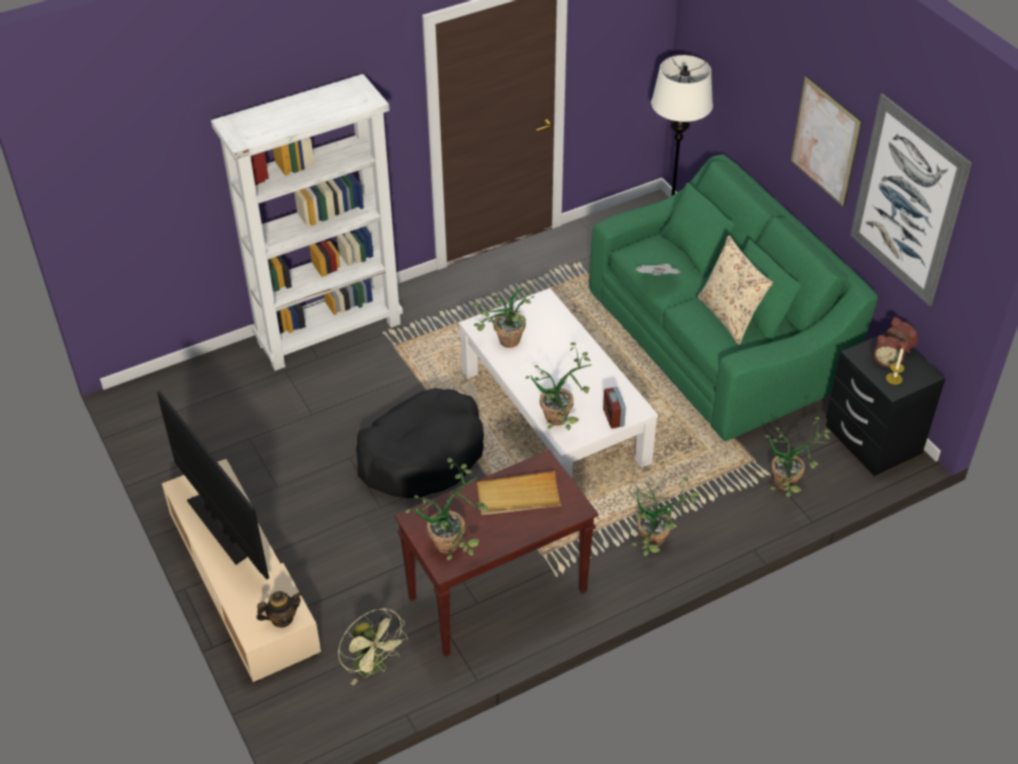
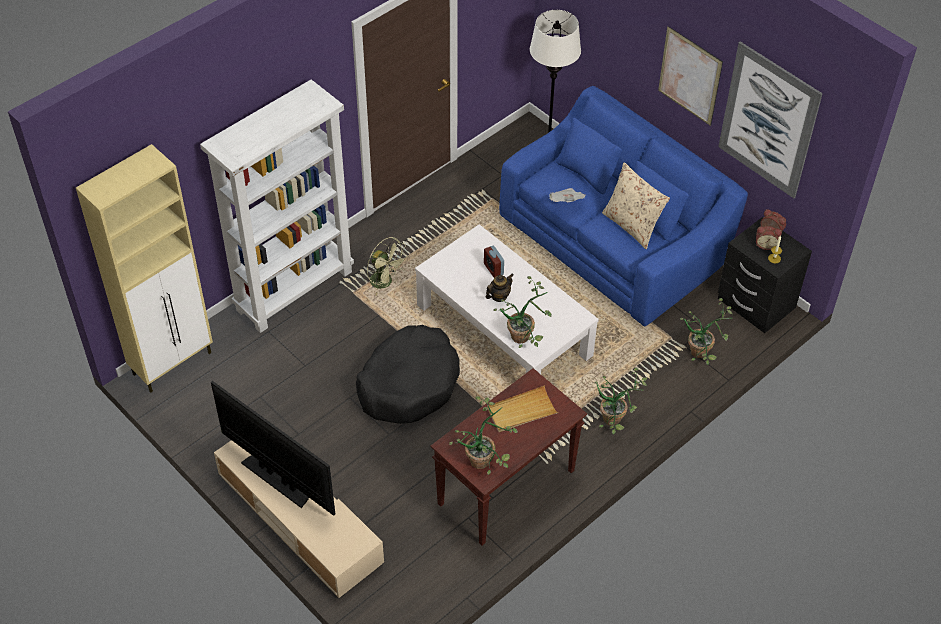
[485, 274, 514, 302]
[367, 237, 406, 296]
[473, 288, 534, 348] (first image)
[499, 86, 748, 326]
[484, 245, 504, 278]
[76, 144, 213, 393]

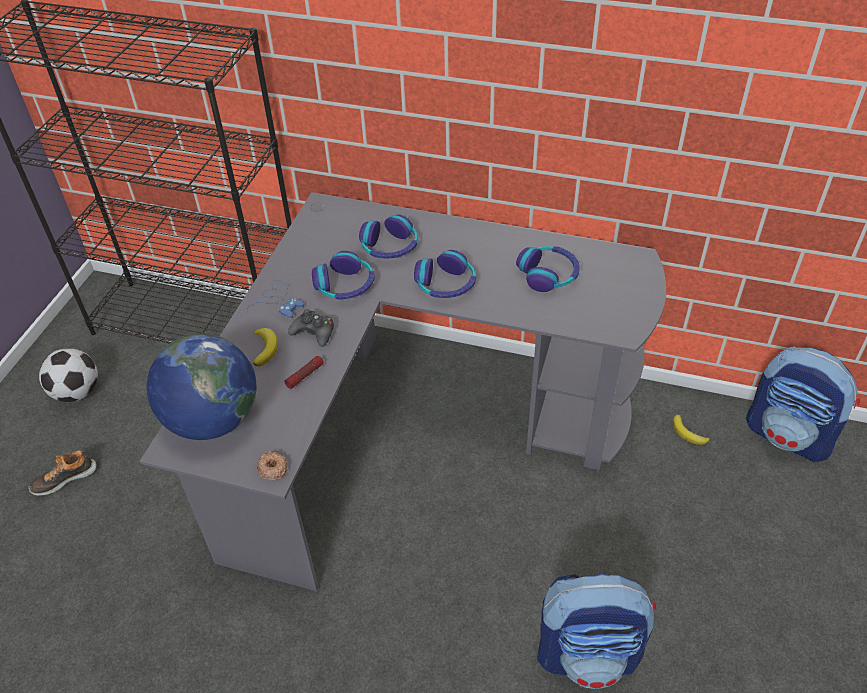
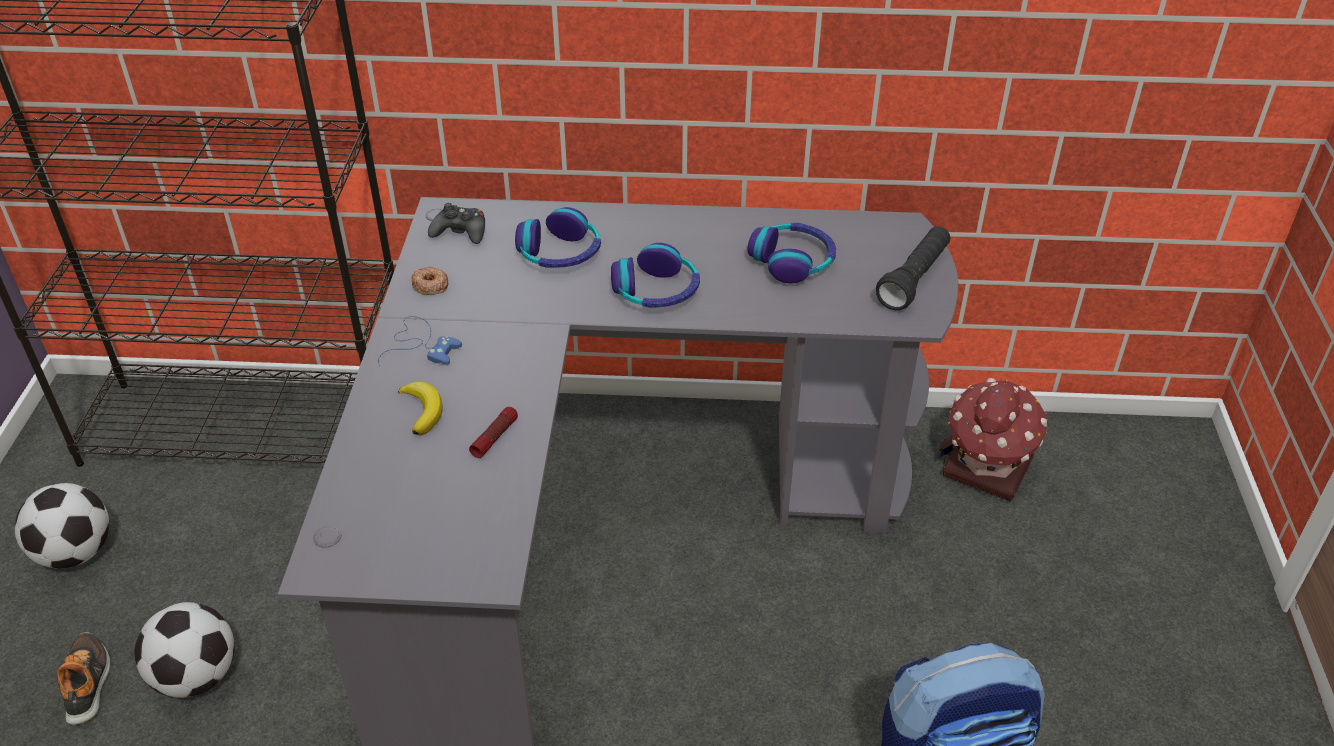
[57, 632, 110, 725]
[147, 334, 256, 440] (first image)
[412, 266, 449, 295]
[428, 203, 485, 244]
[312, 251, 375, 300] (first image)
[939, 378, 1047, 501]
[746, 346, 860, 462] (first image)
[134, 602, 234, 698]
[876, 226, 950, 310]

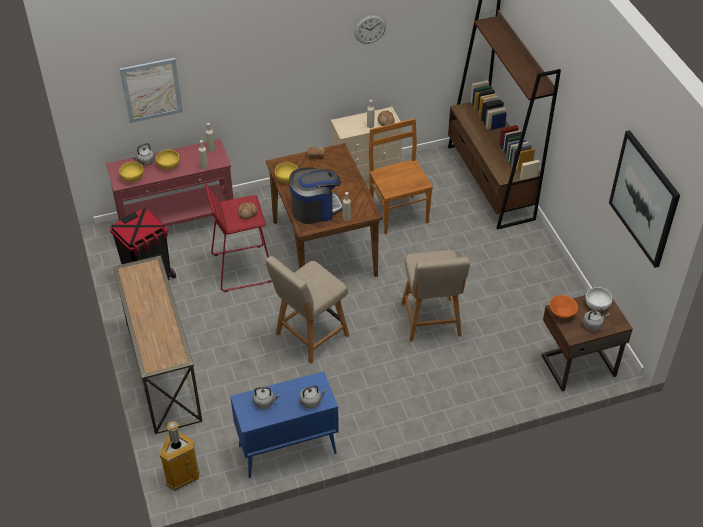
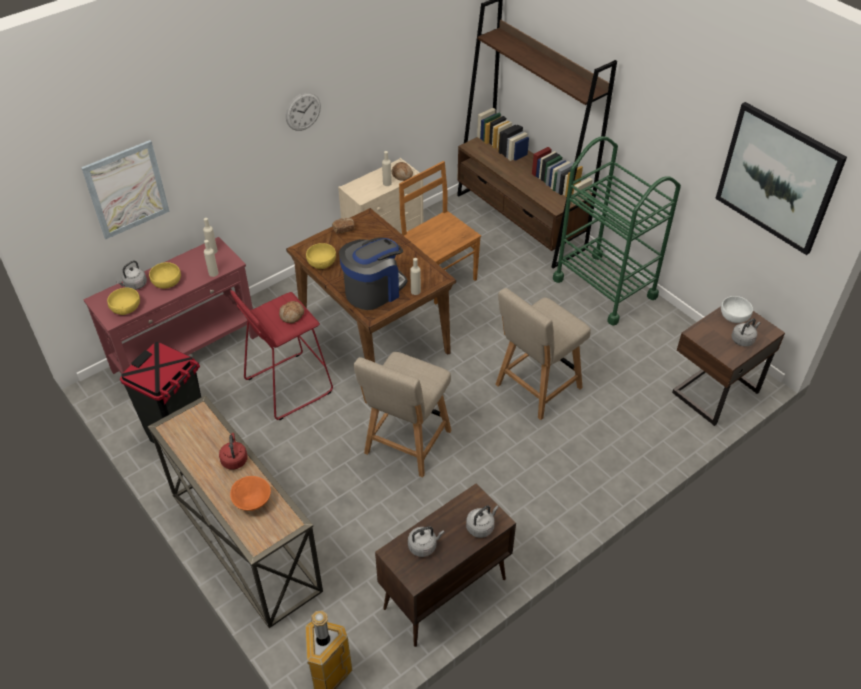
[375, 483, 516, 647]
[286, 92, 321, 131]
[495, 288, 591, 420]
[230, 476, 271, 511]
[219, 433, 248, 470]
[553, 136, 681, 326]

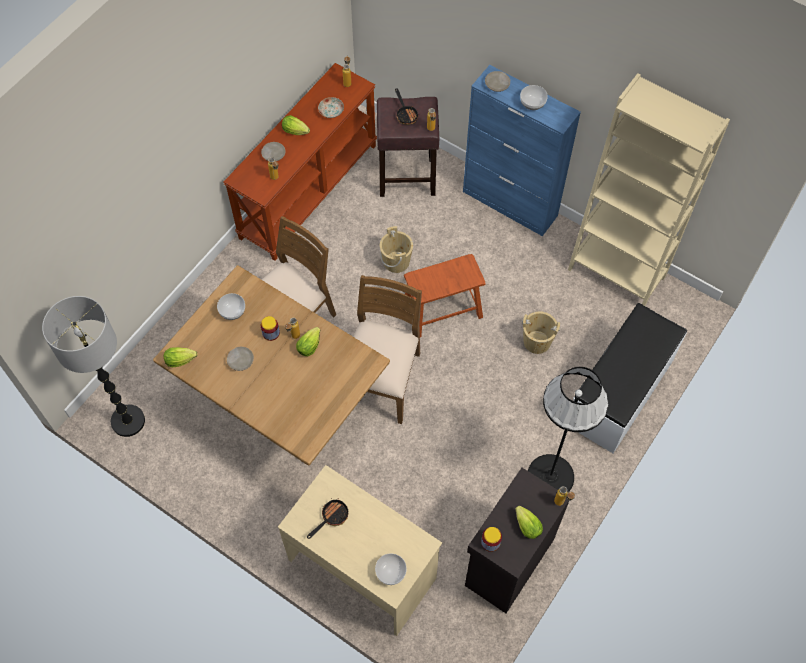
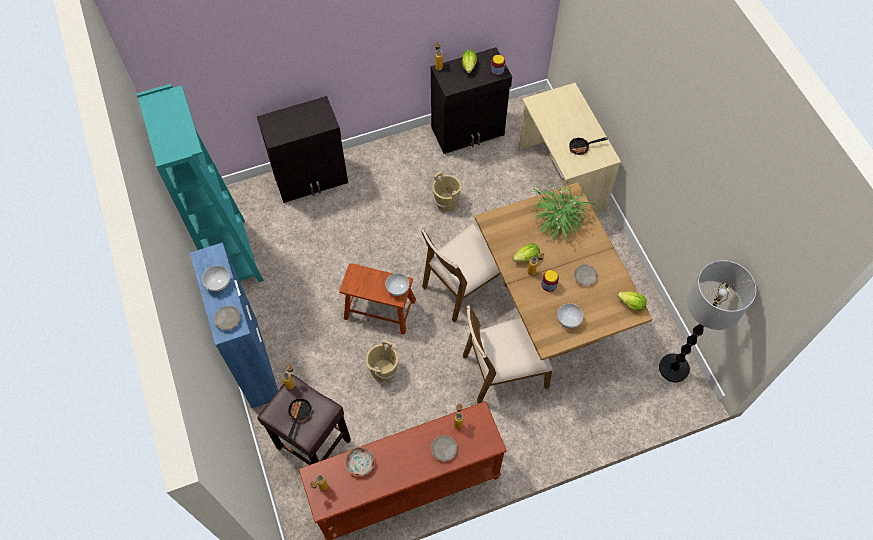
[282, 115, 310, 135] (first image)
[385, 273, 409, 296]
[432, 171, 462, 211]
[528, 367, 608, 493] (first image)
[136, 84, 264, 282]
[257, 96, 348, 203]
[533, 182, 599, 244]

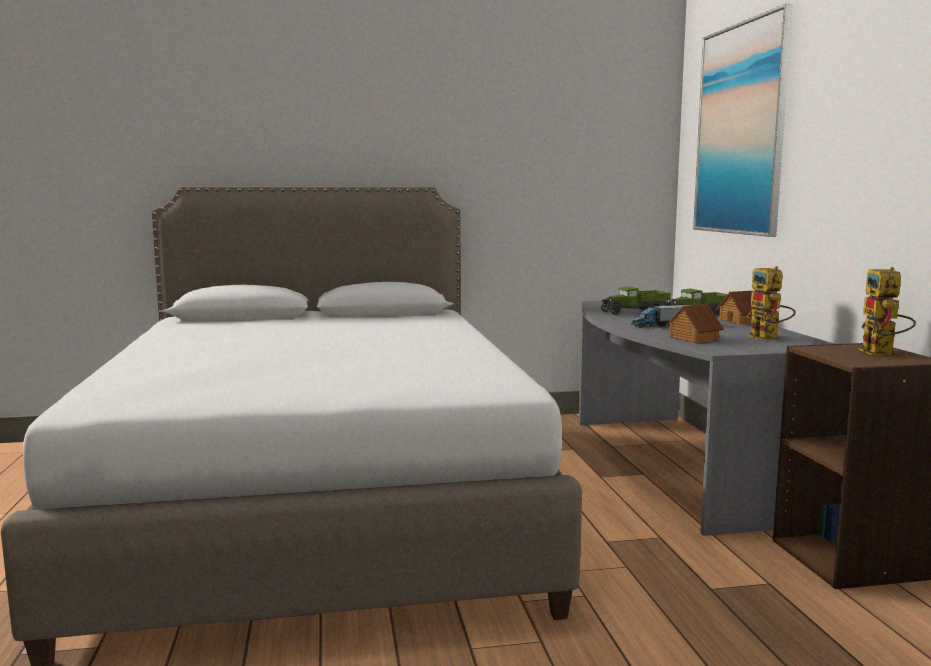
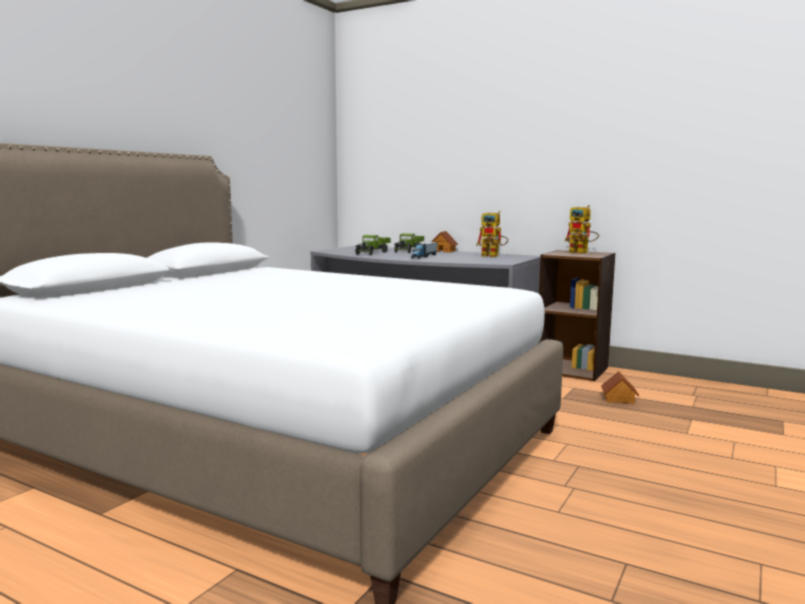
[601, 371, 639, 404]
[693, 4, 792, 237] (first image)

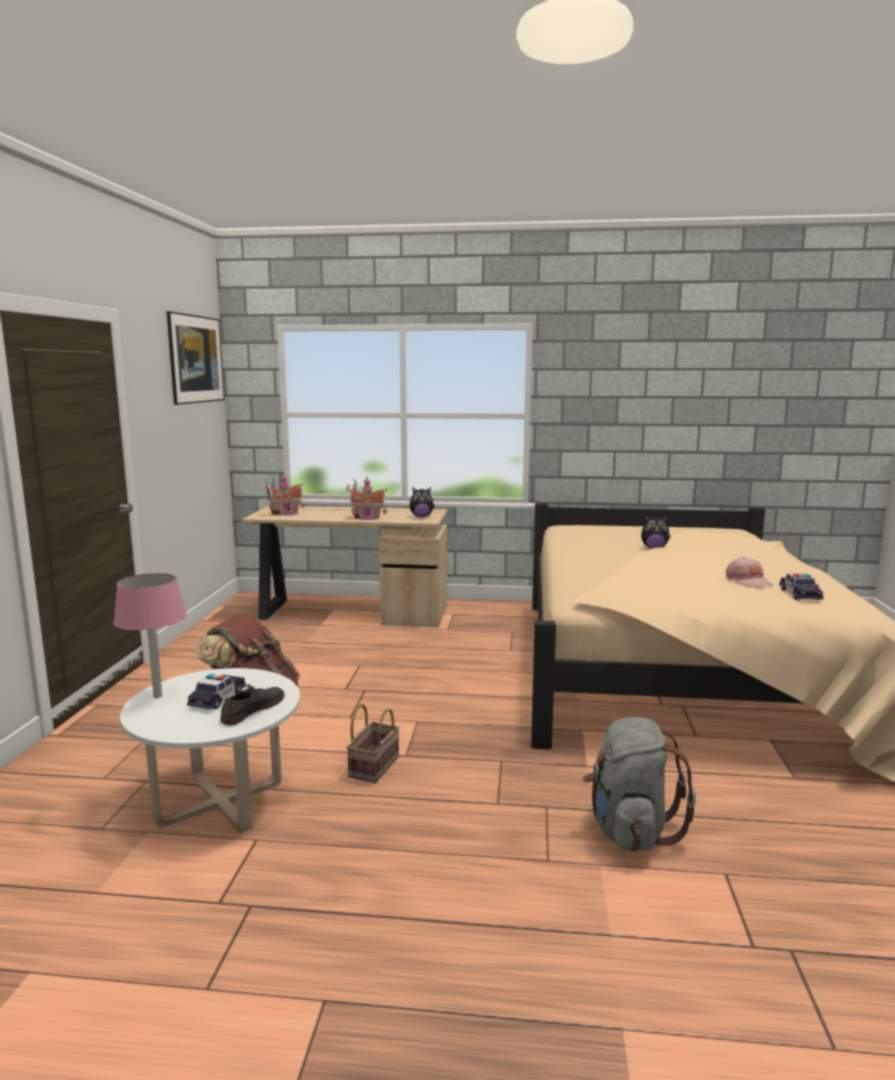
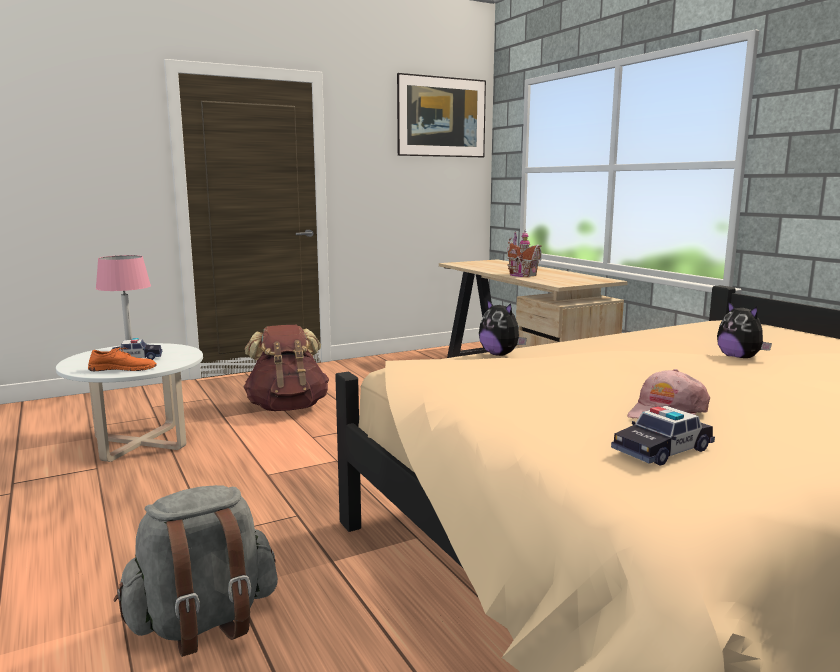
[88, 347, 157, 371]
[265, 473, 305, 516] (first image)
[346, 704, 400, 783] (first image)
[479, 299, 527, 356]

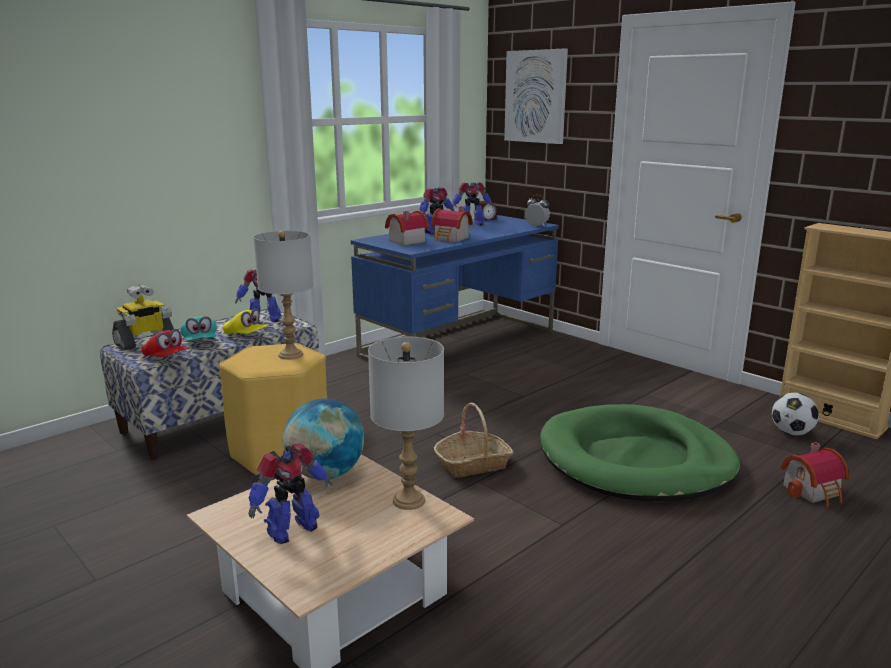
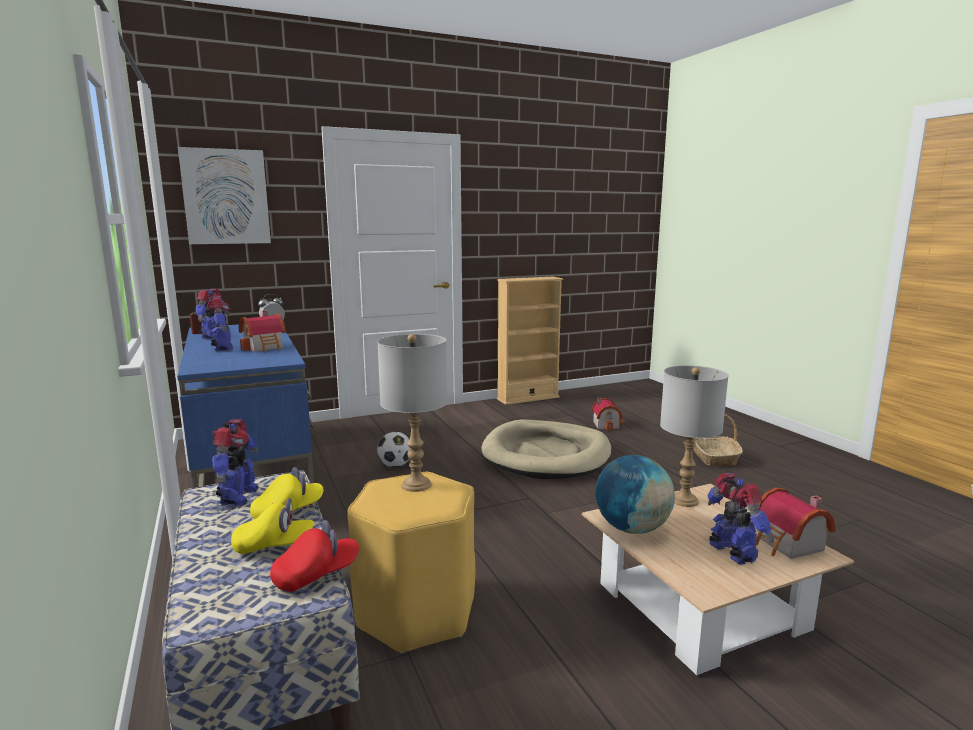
[112, 285, 174, 350] (first image)
[231, 498, 314, 554]
[756, 487, 836, 559]
[693, 414, 743, 466]
[482, 419, 611, 479]
[377, 432, 410, 467]

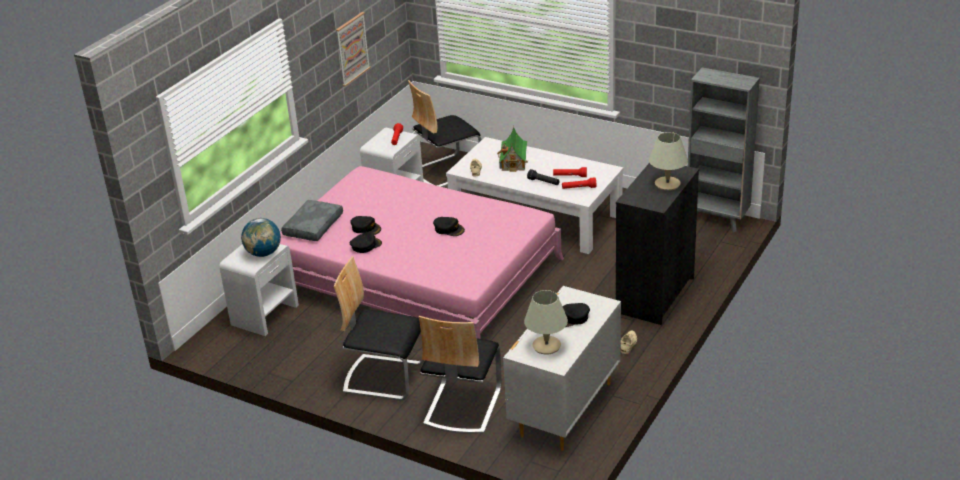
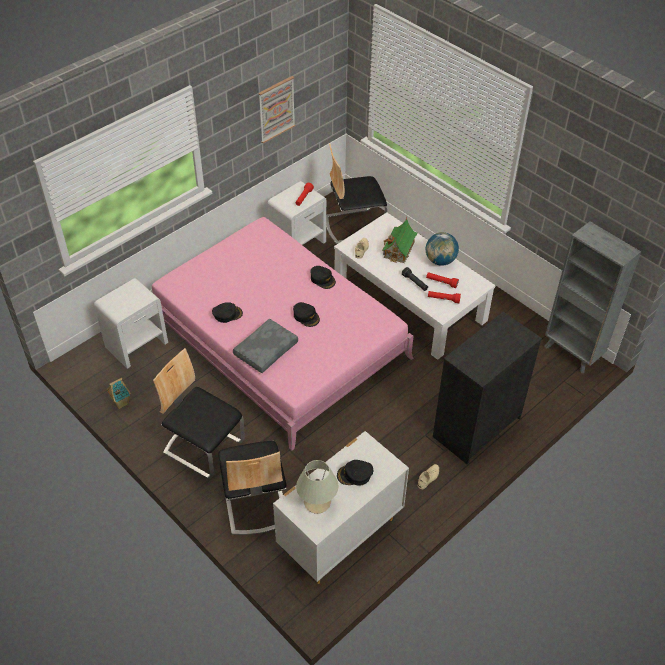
[426, 232, 459, 266]
[233, 319, 298, 373]
[310, 266, 336, 289]
[218, 441, 287, 535]
[649, 132, 688, 191] (first image)
[106, 378, 131, 409]

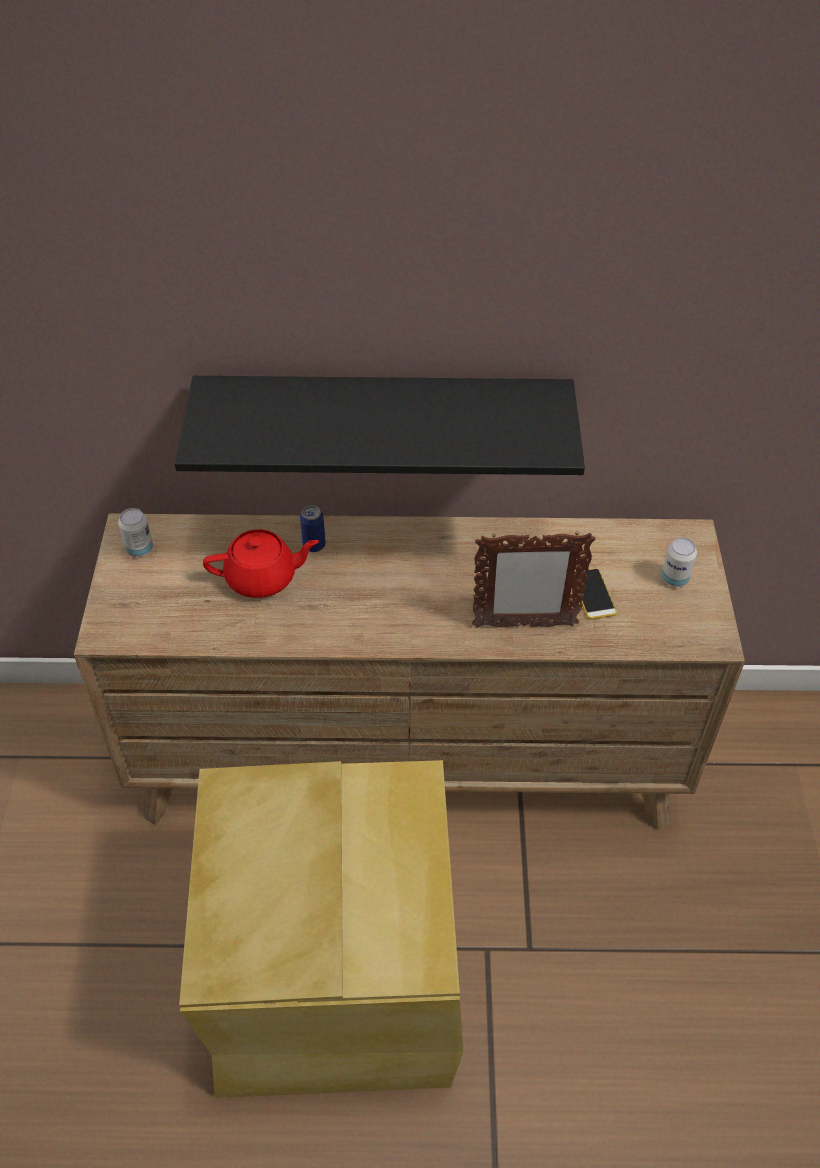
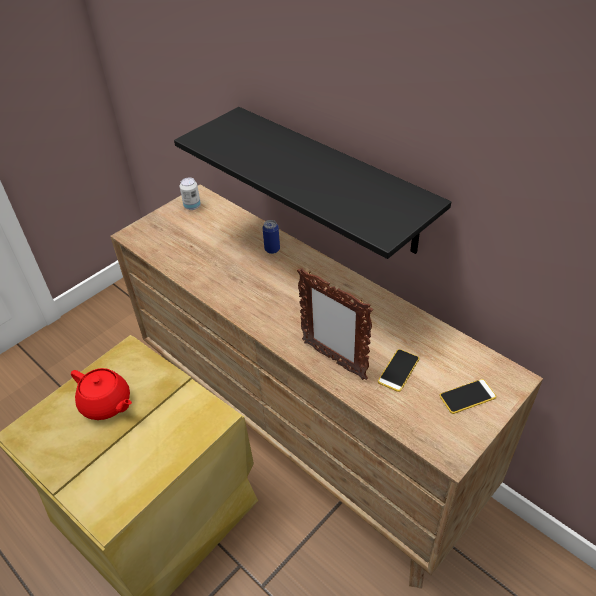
[71, 368, 132, 420]
[439, 379, 496, 414]

